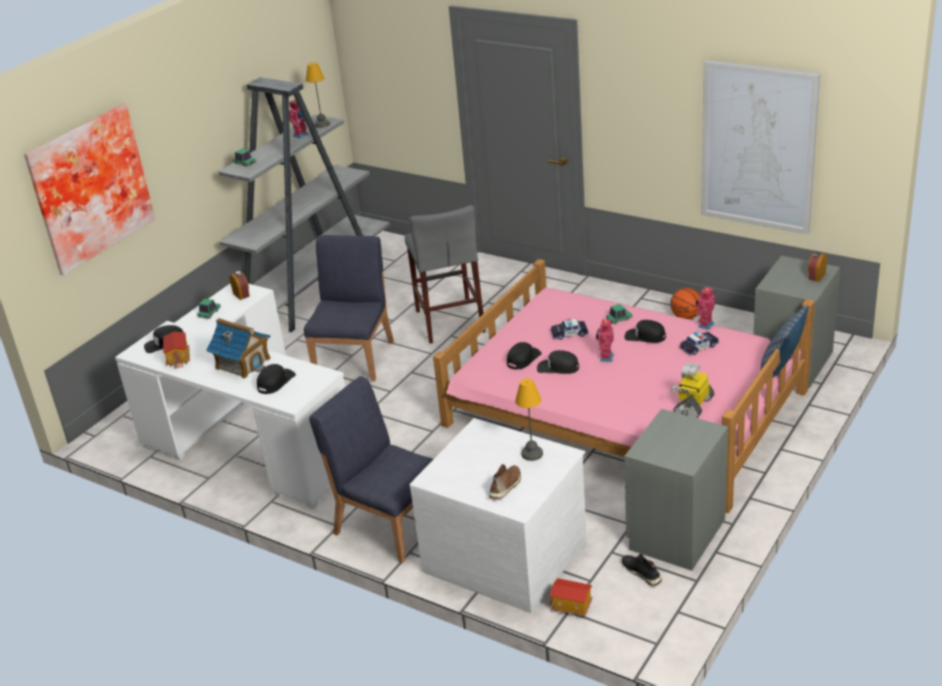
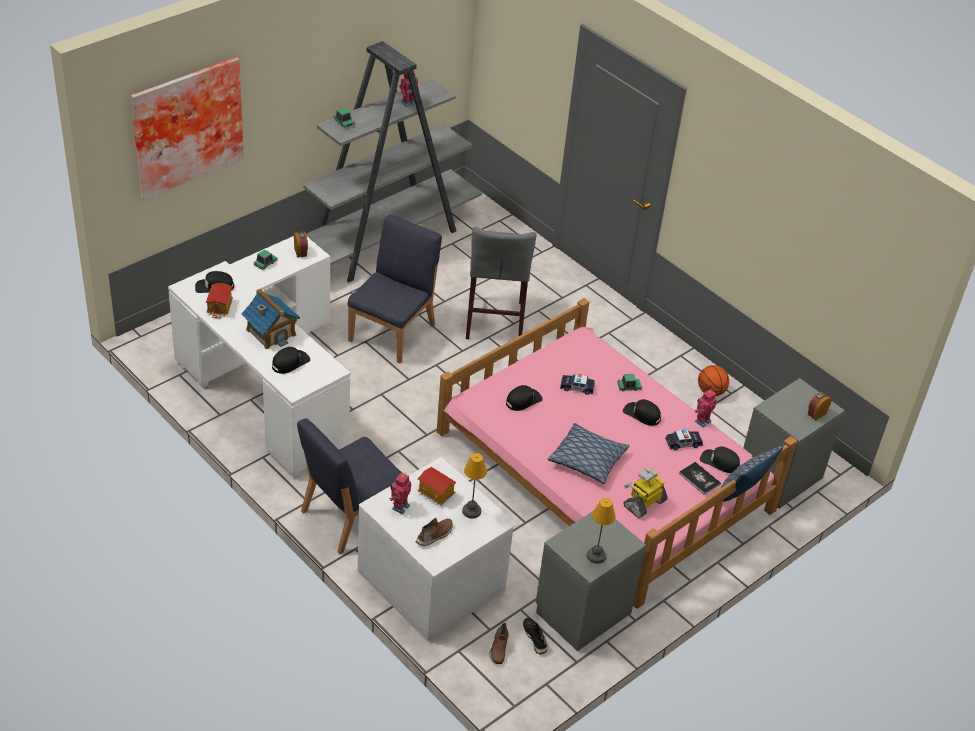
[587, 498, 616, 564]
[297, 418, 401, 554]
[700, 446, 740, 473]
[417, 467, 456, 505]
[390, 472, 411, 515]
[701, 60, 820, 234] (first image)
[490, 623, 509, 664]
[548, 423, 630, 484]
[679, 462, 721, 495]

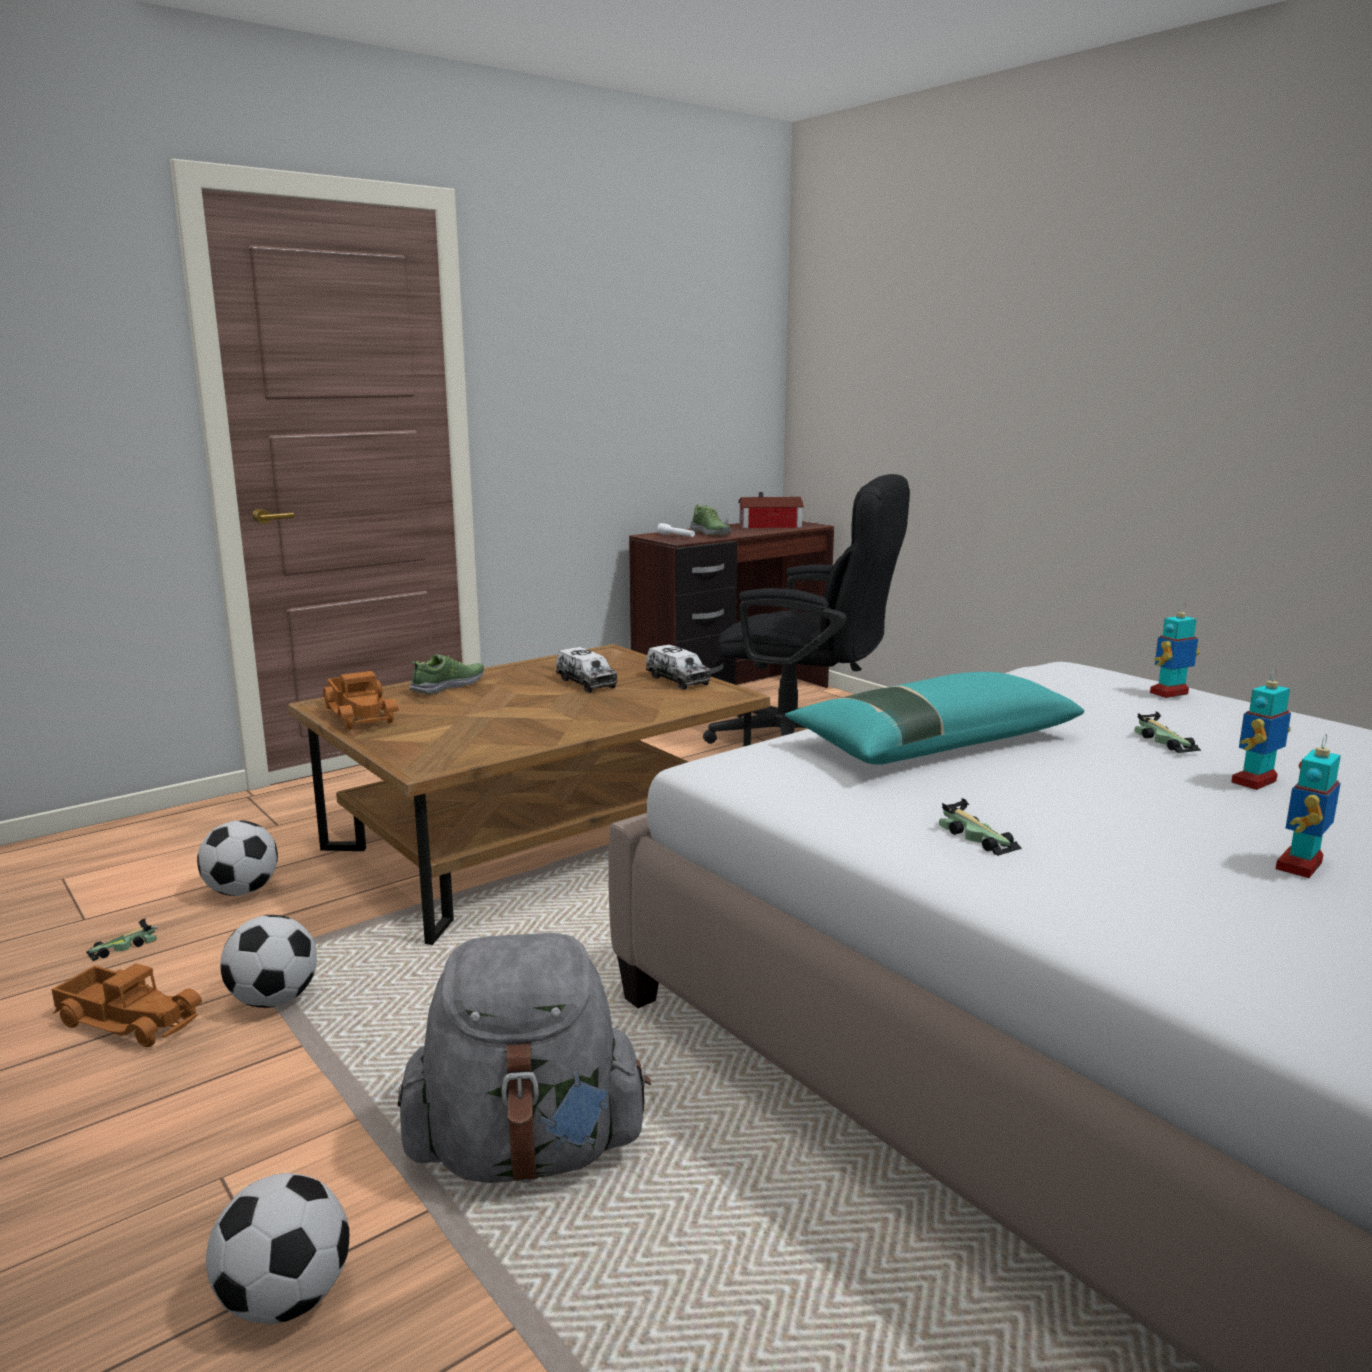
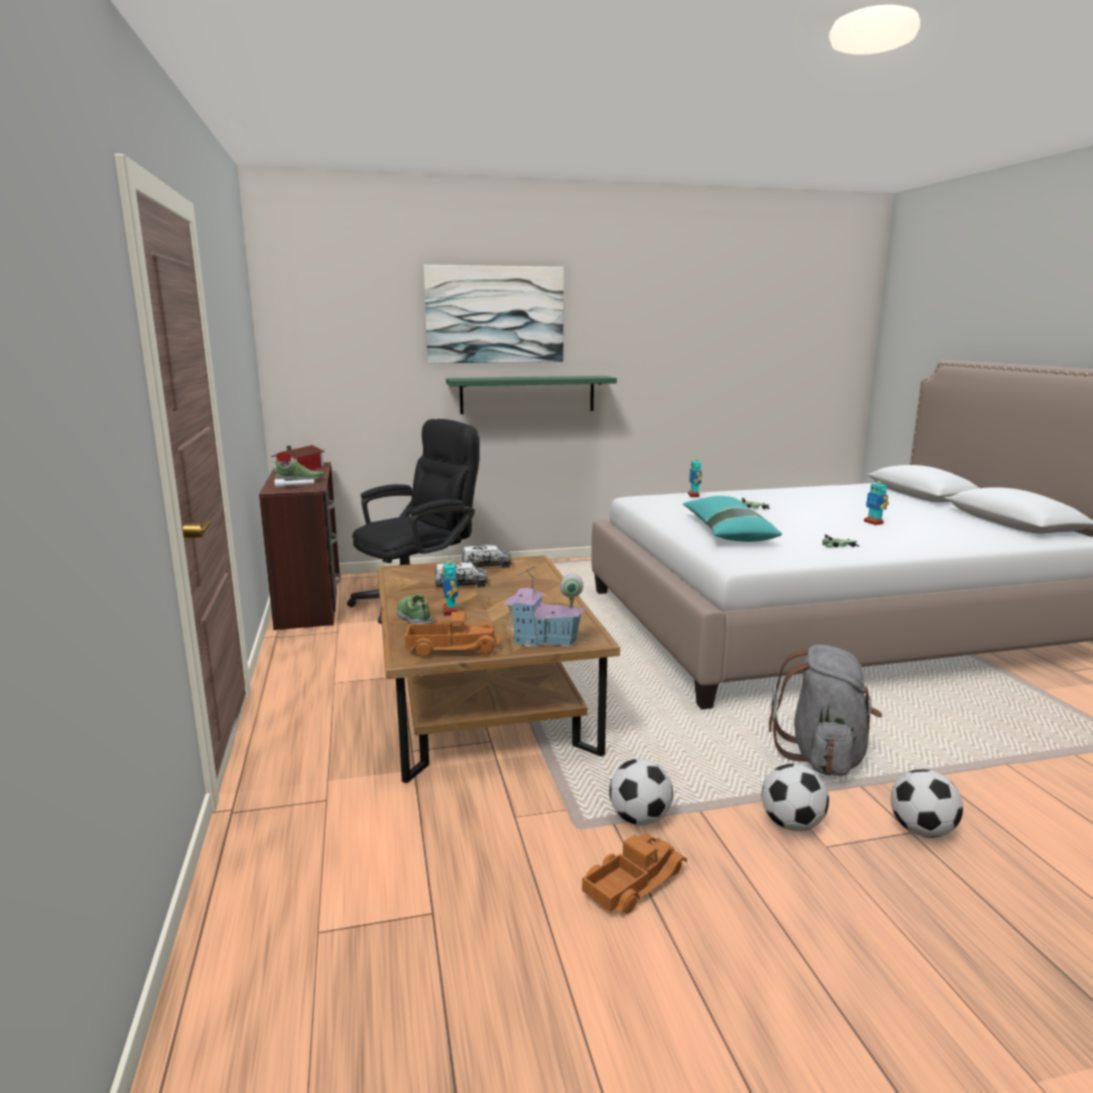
[86, 918, 158, 961] (first image)
[762, 764, 829, 831]
[442, 557, 458, 615]
[423, 265, 564, 363]
[446, 376, 617, 414]
[503, 566, 586, 647]

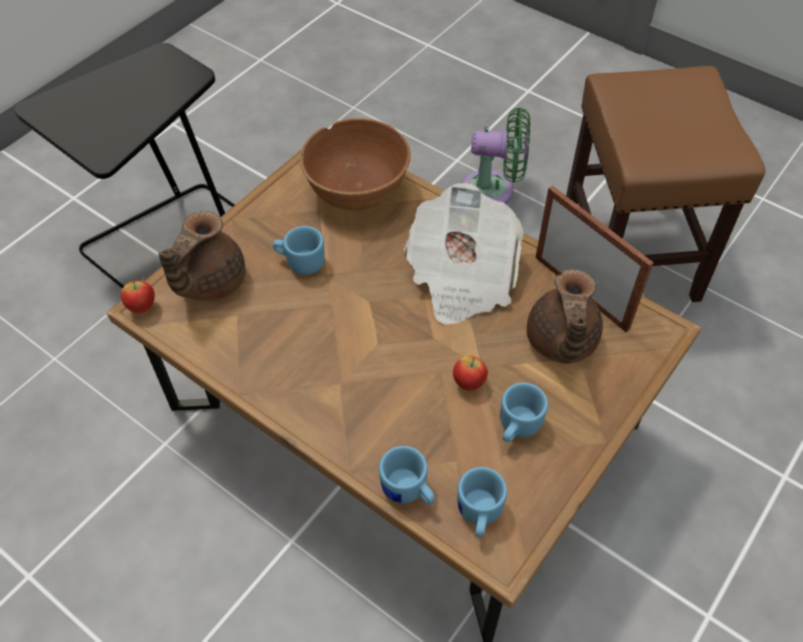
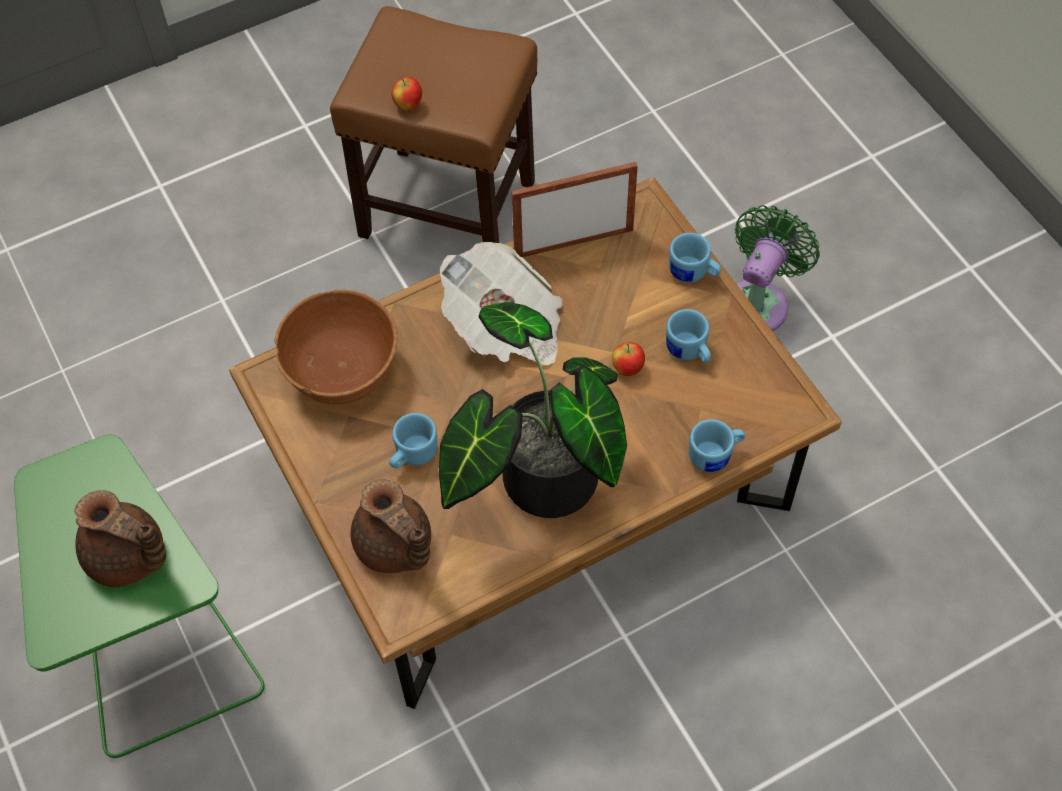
[14, 435, 265, 758]
[392, 77, 422, 111]
[669, 233, 721, 283]
[735, 205, 820, 331]
[74, 490, 166, 587]
[439, 302, 627, 518]

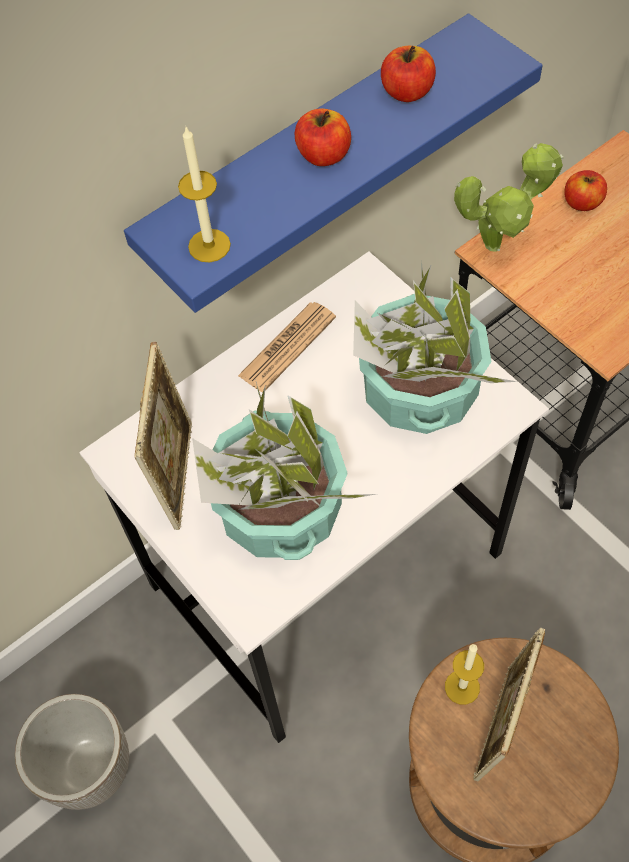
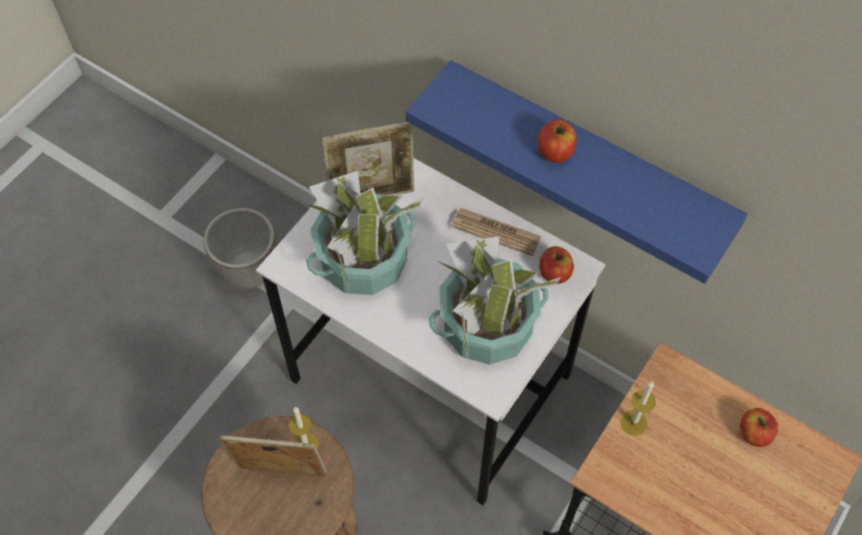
[620, 381, 656, 436]
[539, 246, 574, 284]
[454, 143, 564, 252] (first image)

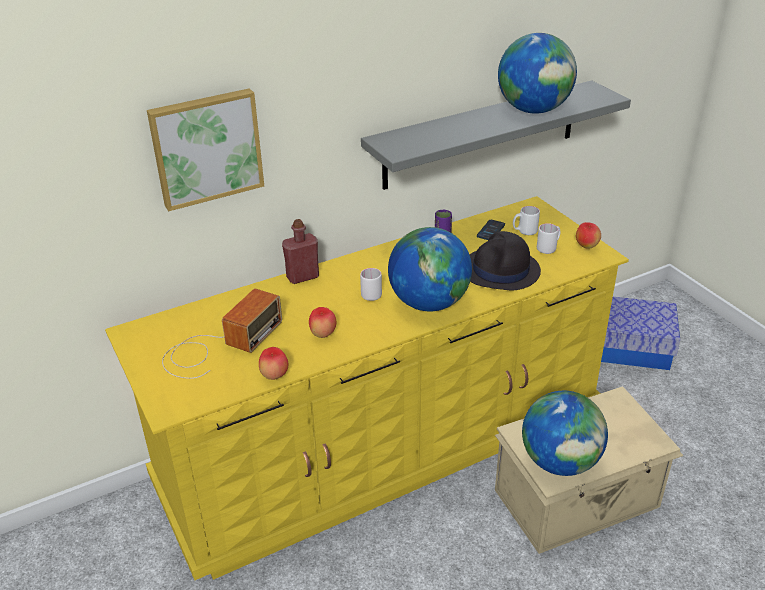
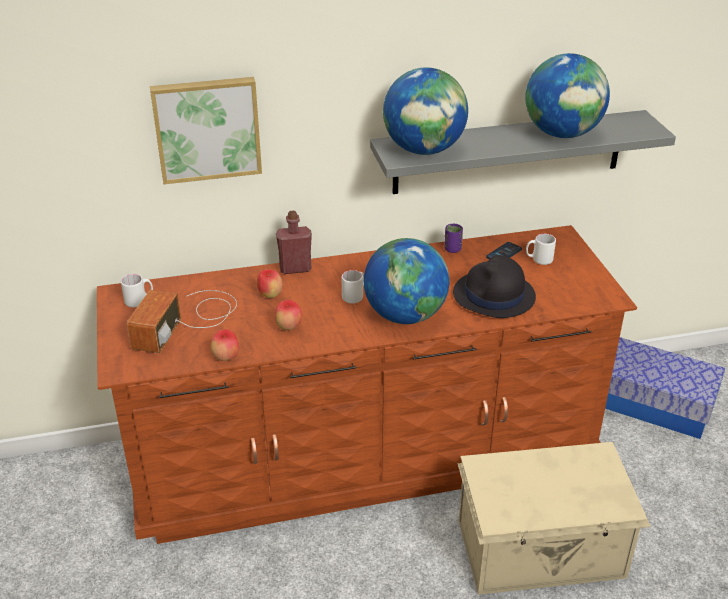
[97, 225, 637, 544]
[127, 290, 237, 353]
[383, 68, 468, 155]
[121, 274, 153, 307]
[257, 269, 283, 298]

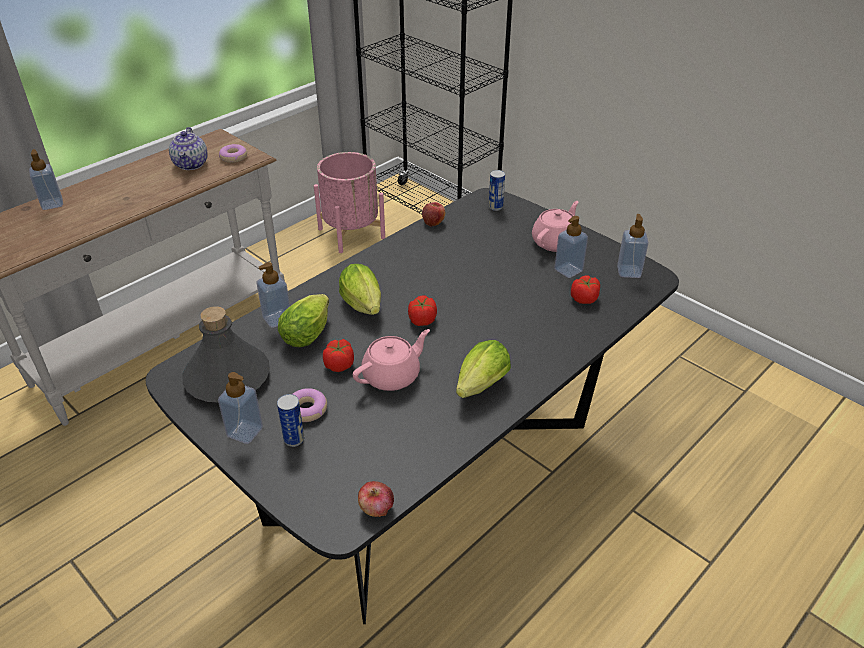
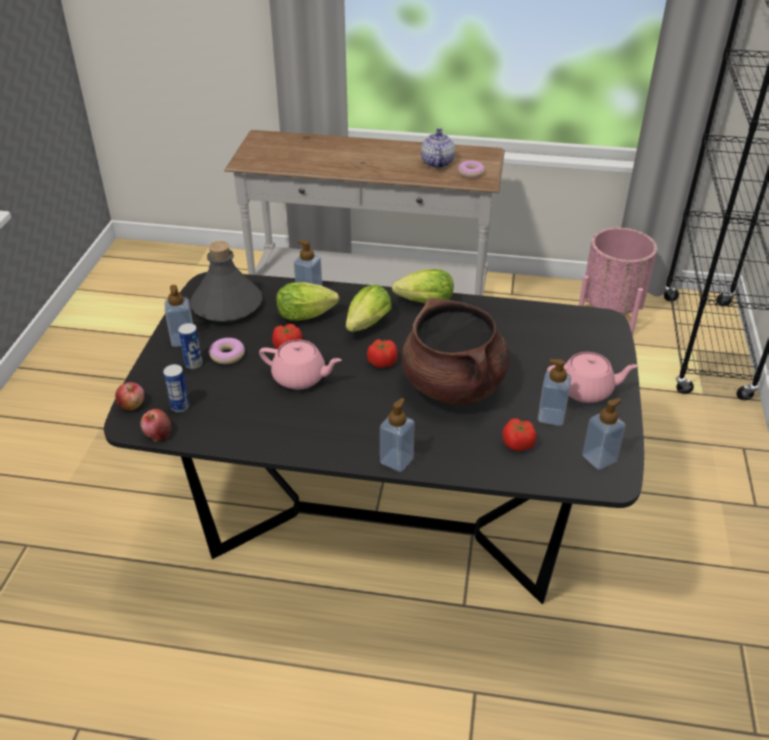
[380, 398, 415, 472]
[421, 128, 455, 168]
[115, 382, 144, 411]
[392, 269, 454, 303]
[163, 364, 189, 413]
[401, 297, 509, 405]

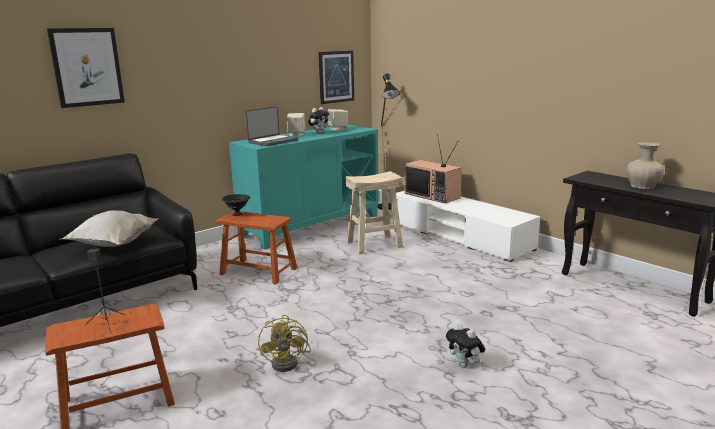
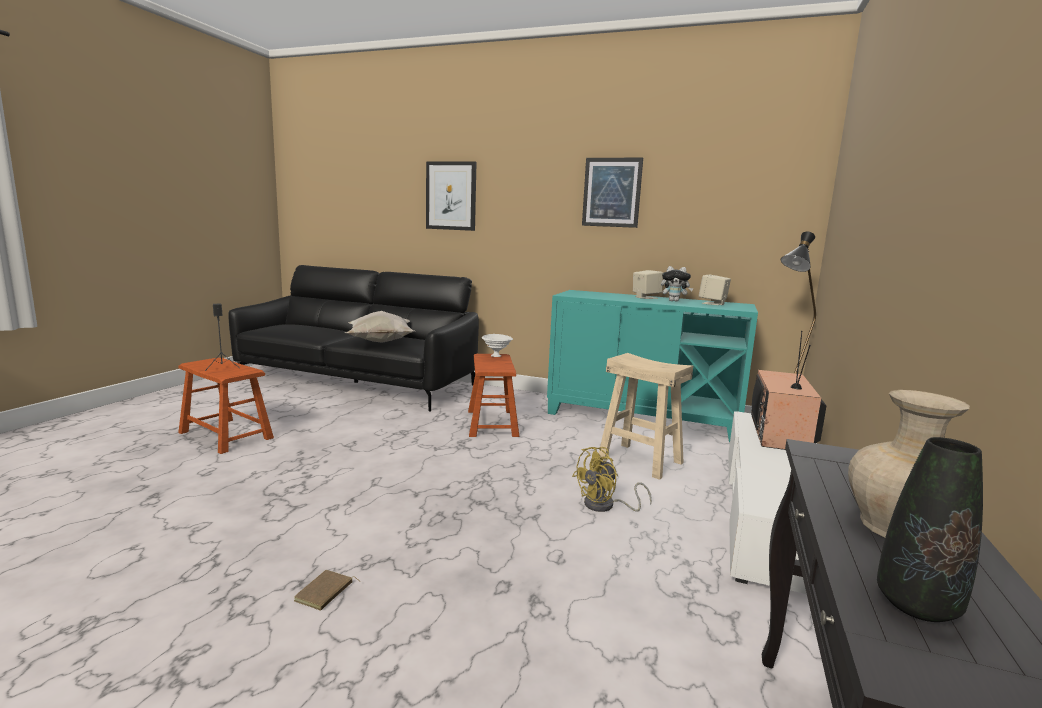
[482, 334, 513, 357]
[245, 106, 298, 146] (first image)
[572, 447, 652, 512]
[582, 158, 643, 228]
[294, 570, 361, 611]
[877, 437, 983, 622]

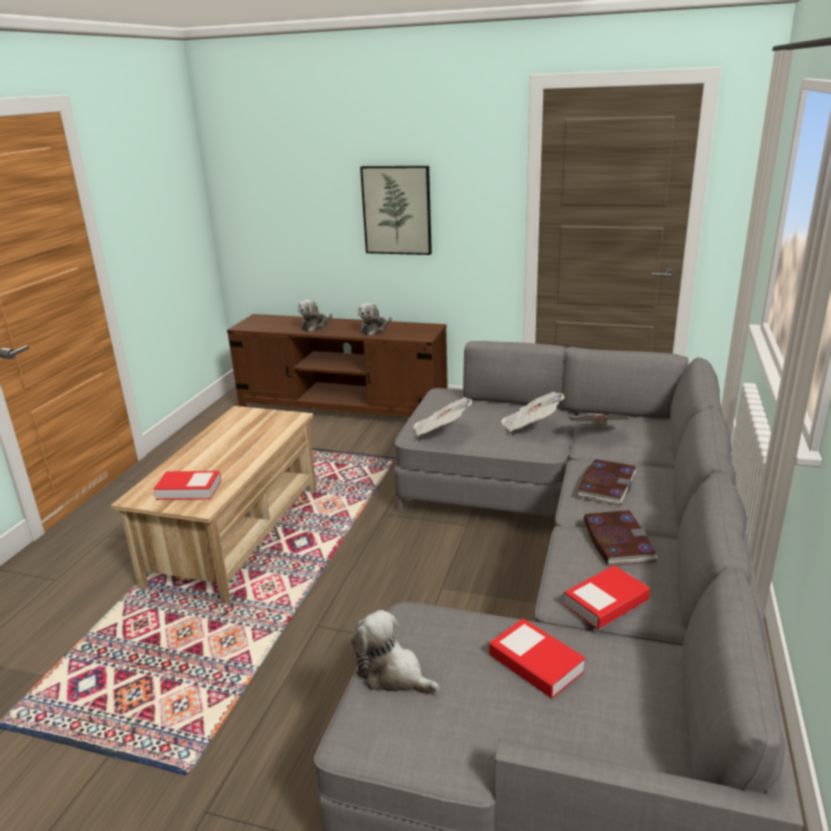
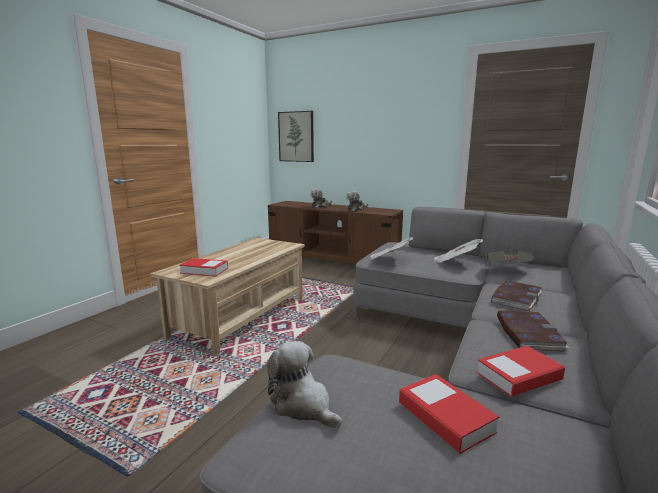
[278, 111, 314, 162]

